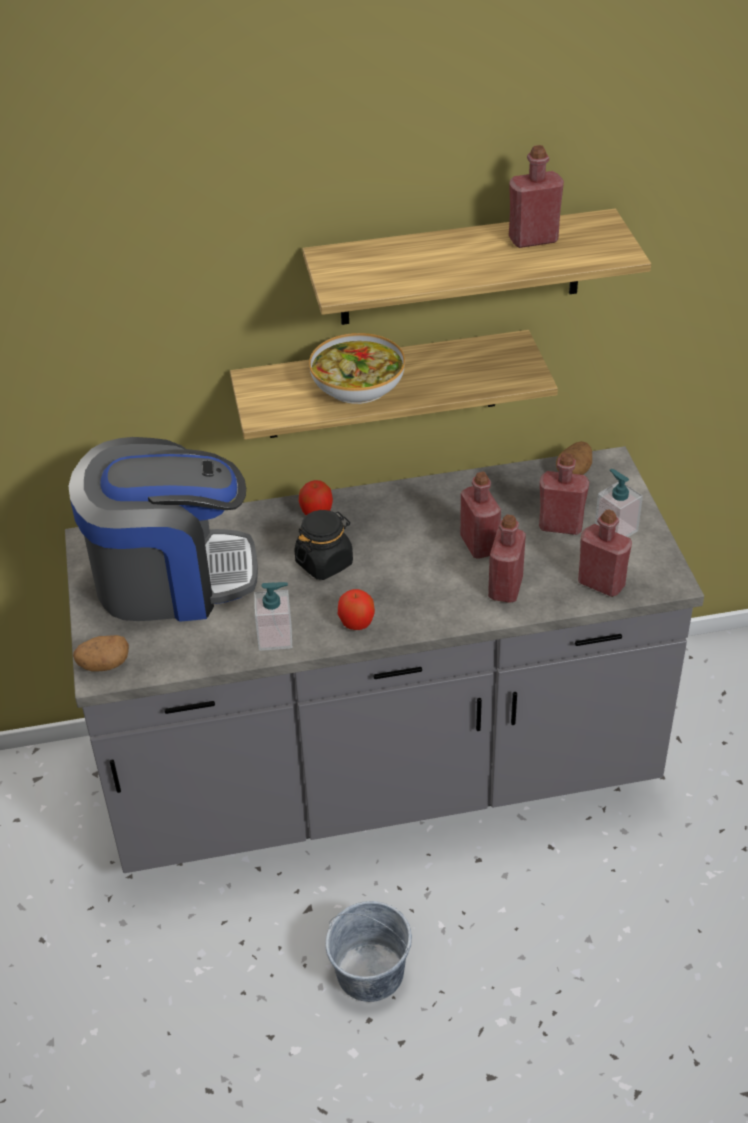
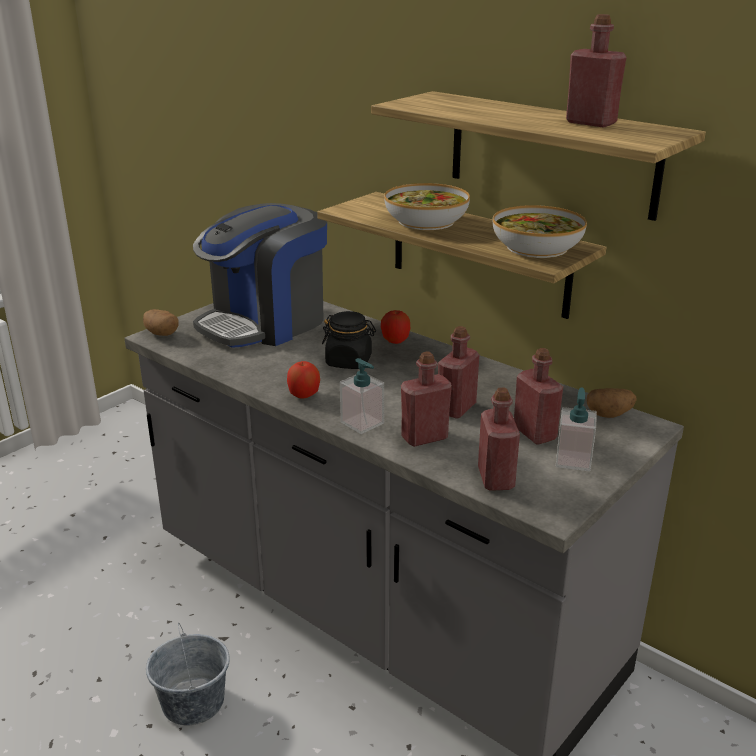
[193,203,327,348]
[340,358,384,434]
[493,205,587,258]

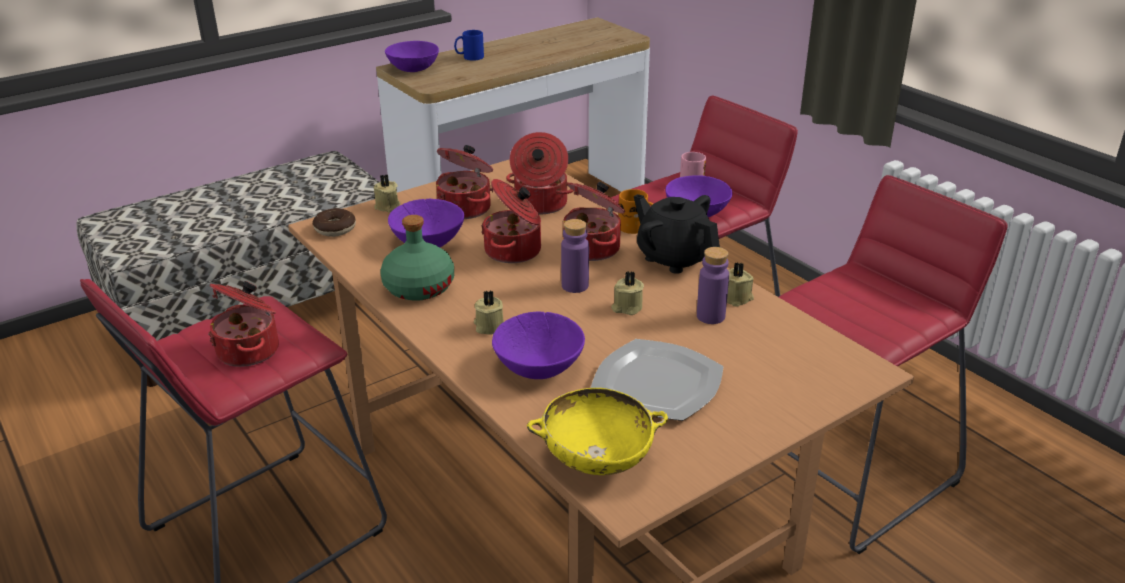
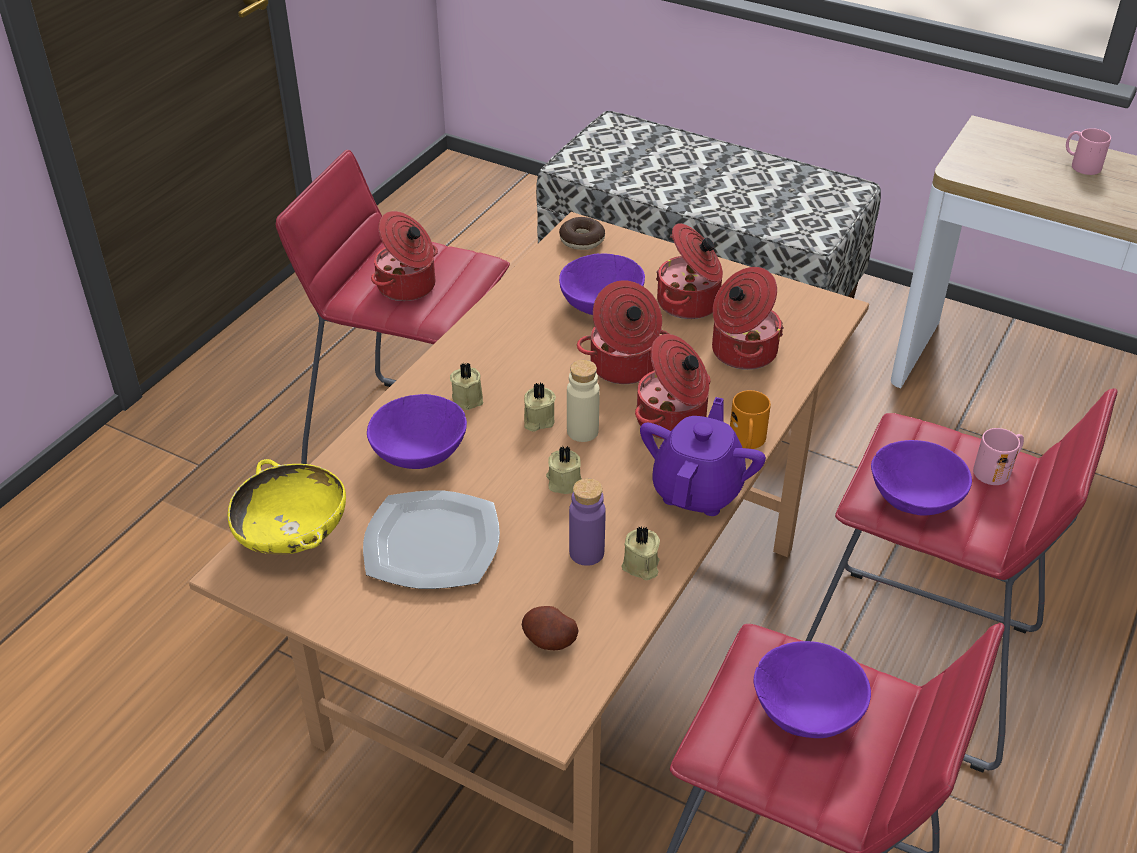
[524,383,556,432]
[380,215,454,301] (first image)
[753,641,871,738]
[1066,128,1111,175]
[567,360,600,442]
[640,397,766,516]
[522,606,579,650]

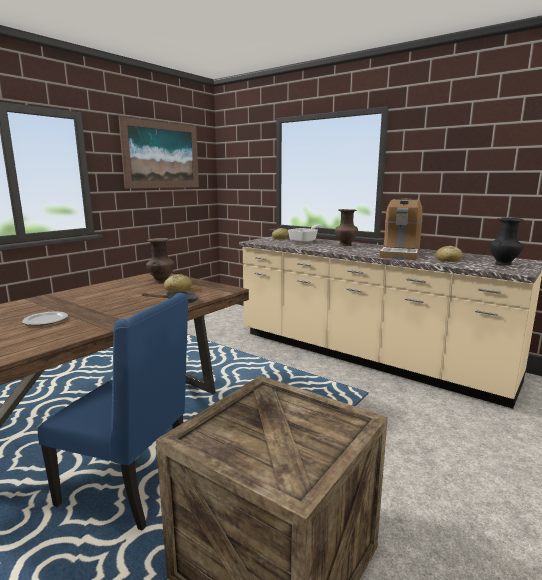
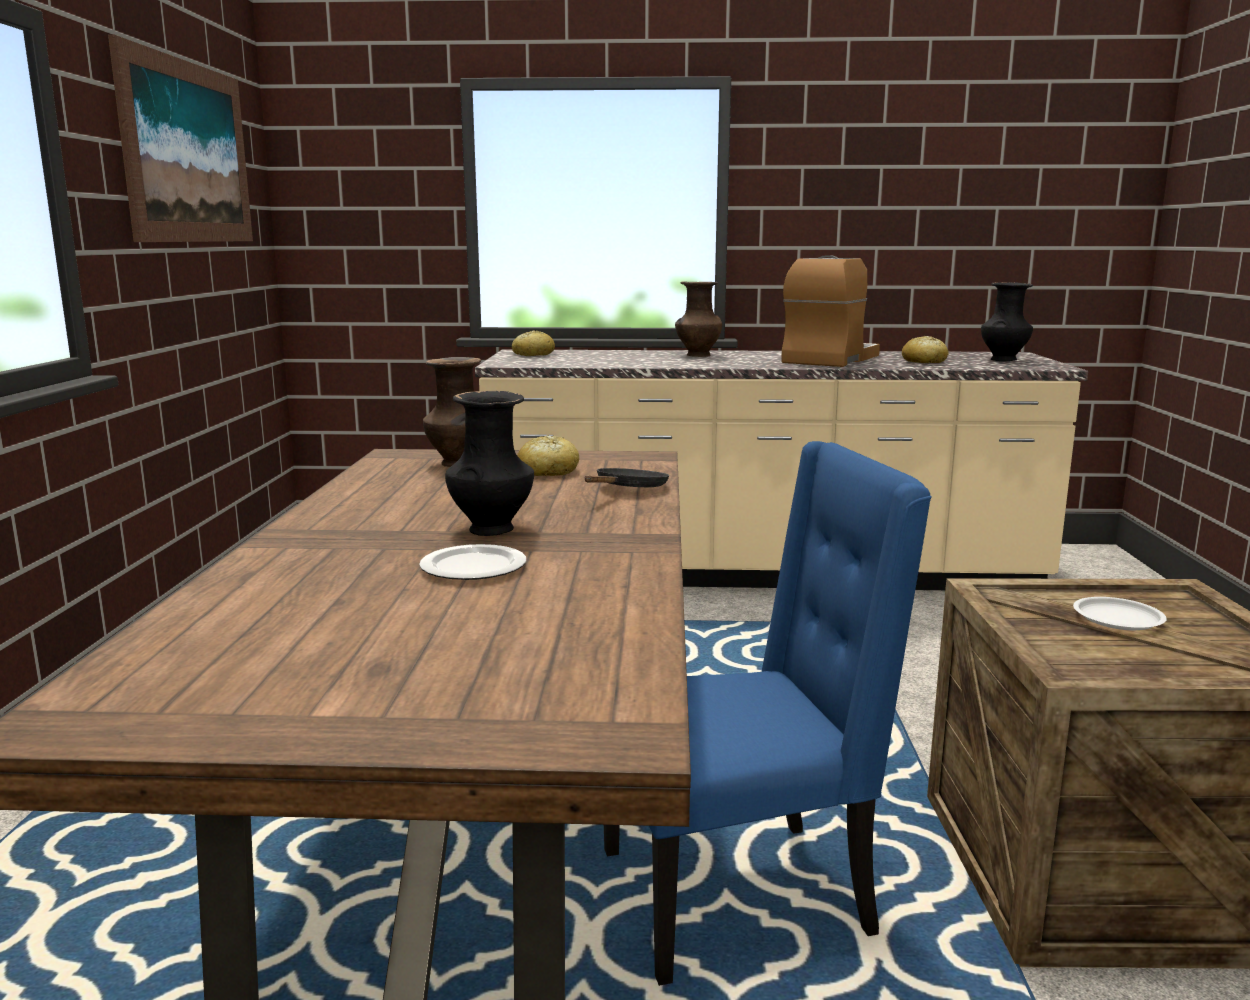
[288,225,323,243] (first image)
[781,255,880,367]
[445,391,534,536]
[1073,597,1167,630]

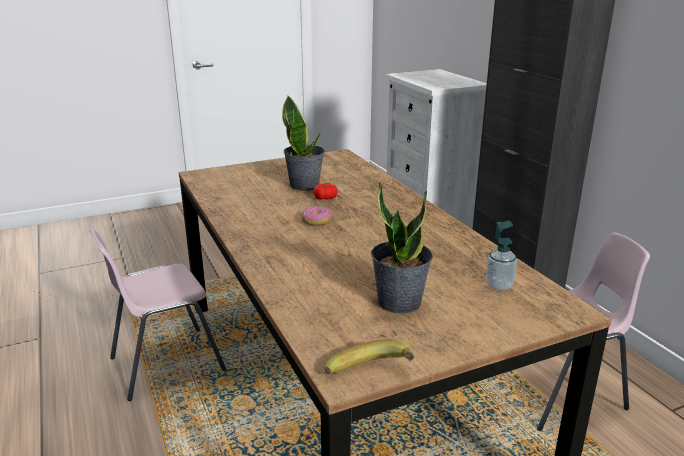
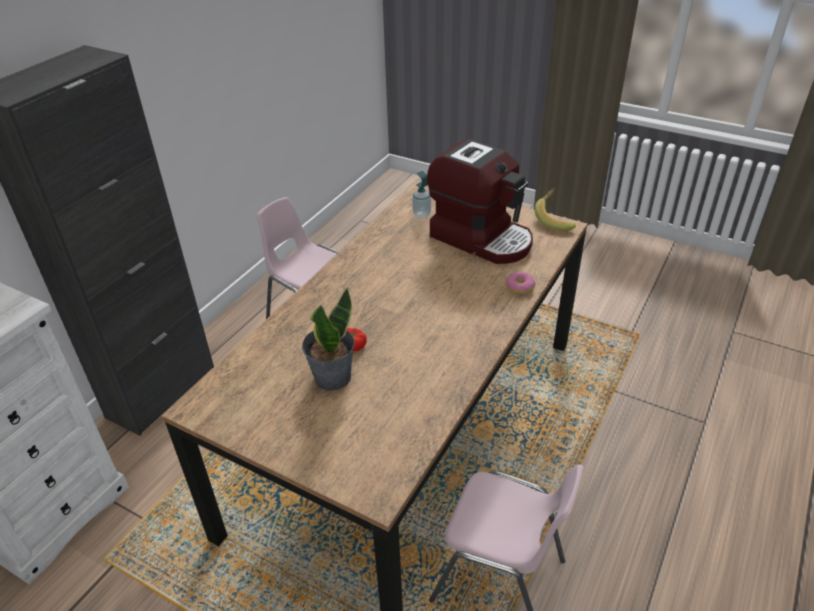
[506,272,536,295]
[427,139,533,264]

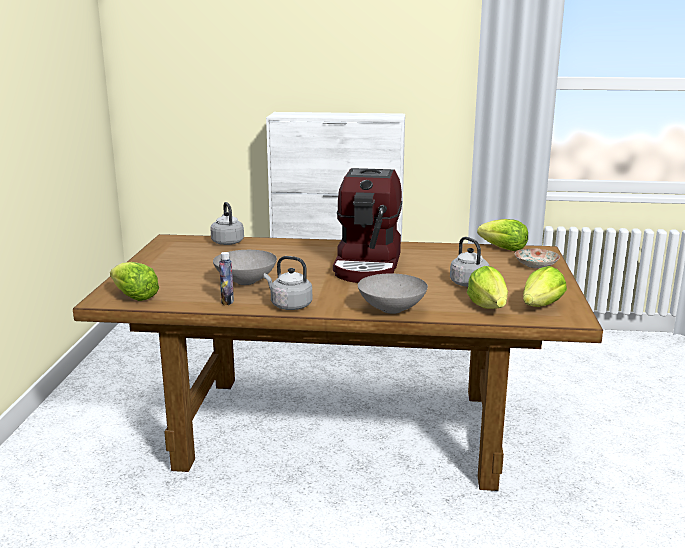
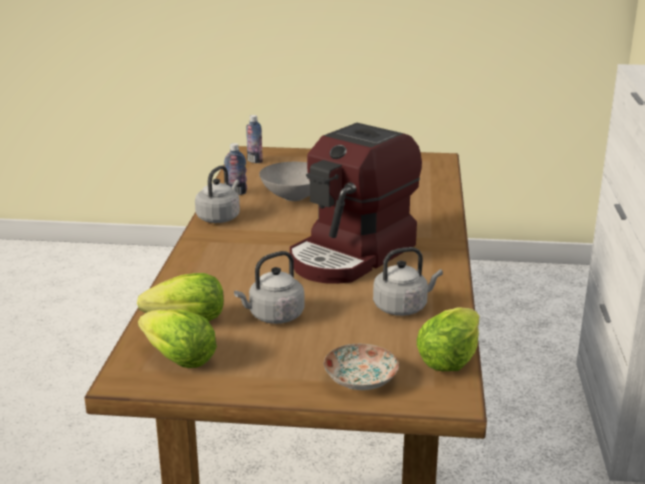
[246,115,263,163]
[373,247,443,316]
[290,123,422,284]
[358,273,428,314] (first image)

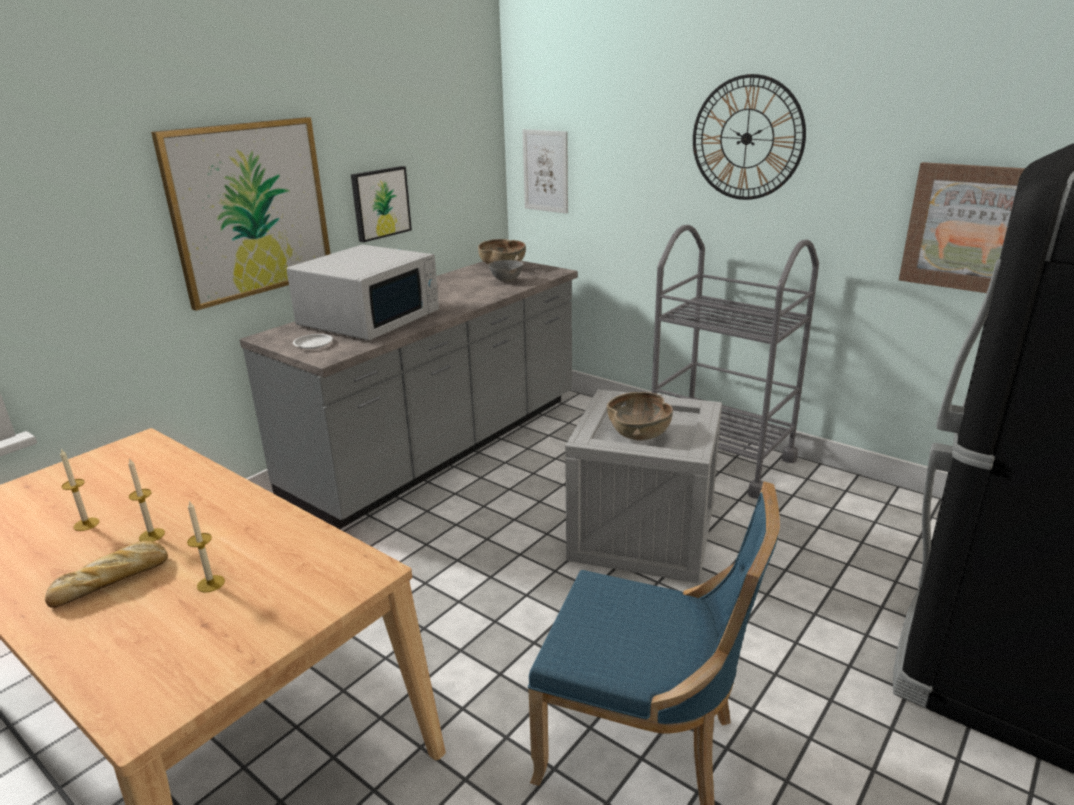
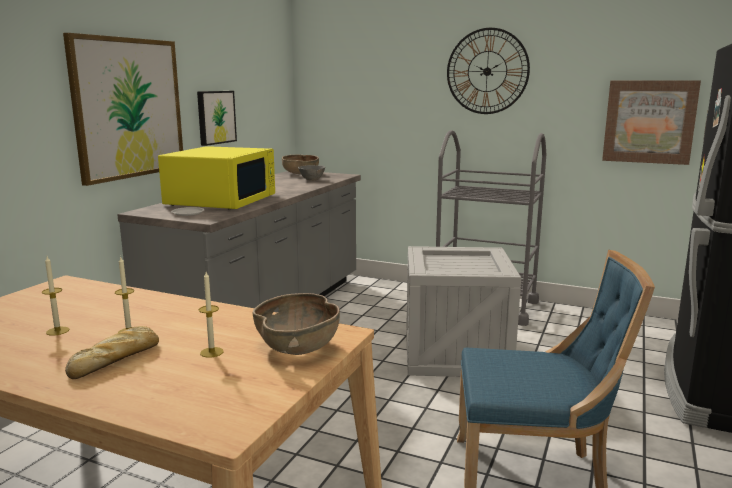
[158,146,275,210]
[523,129,568,214] (first image)
[253,293,340,355]

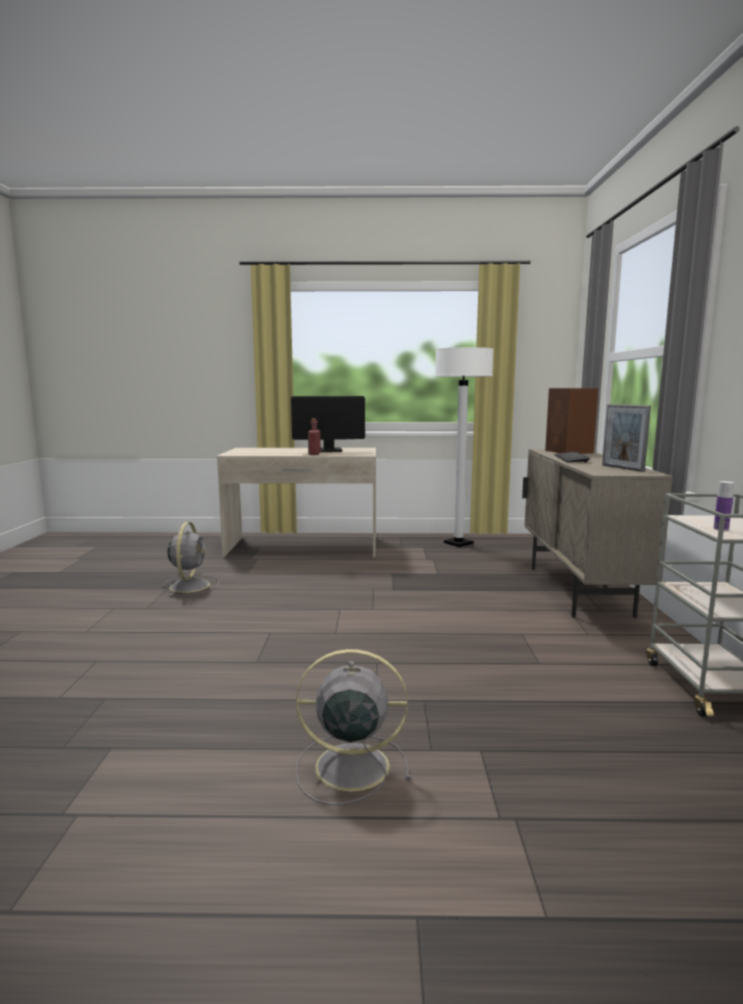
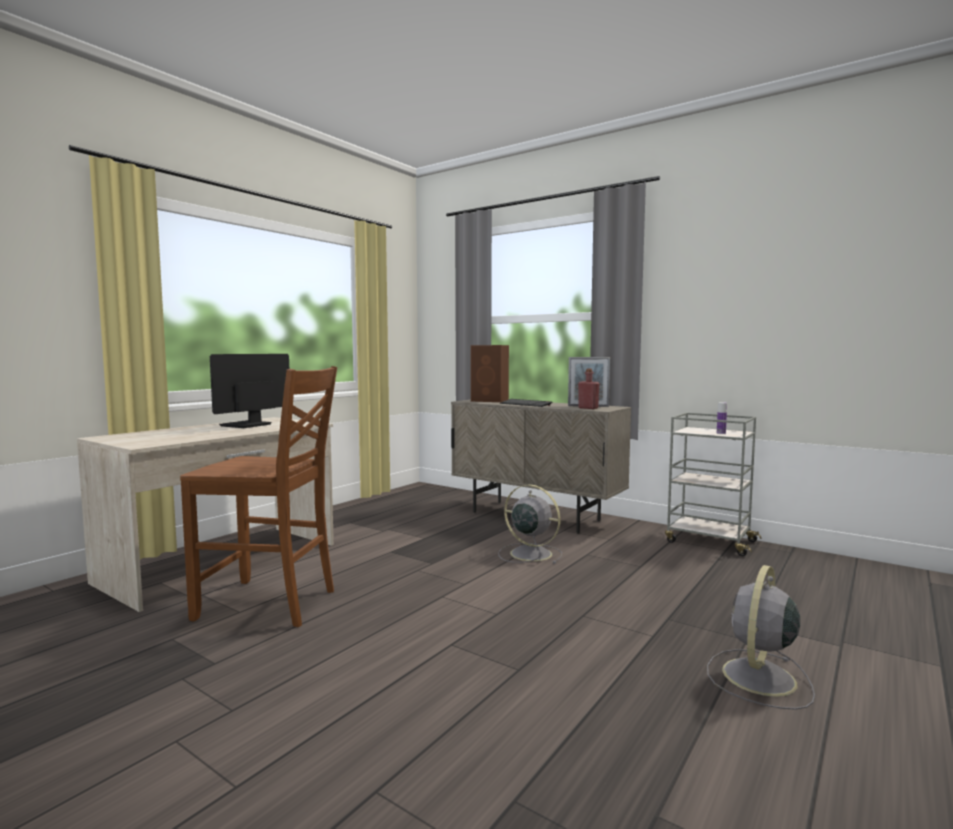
[498,484,562,564]
[578,369,600,409]
[435,347,494,547] (first image)
[180,366,337,627]

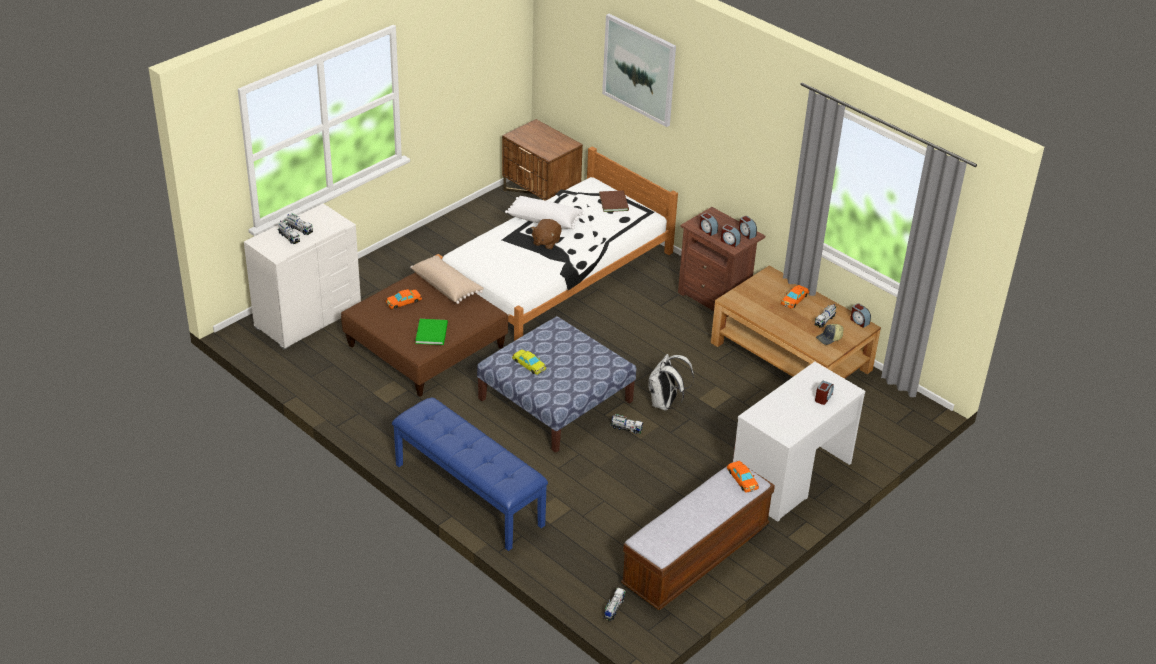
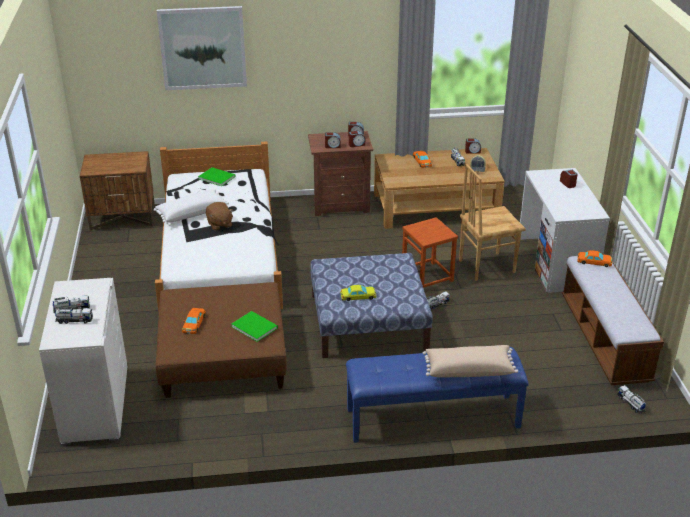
[423,345,518,377]
[198,167,236,186]
[402,217,458,288]
[459,164,526,281]

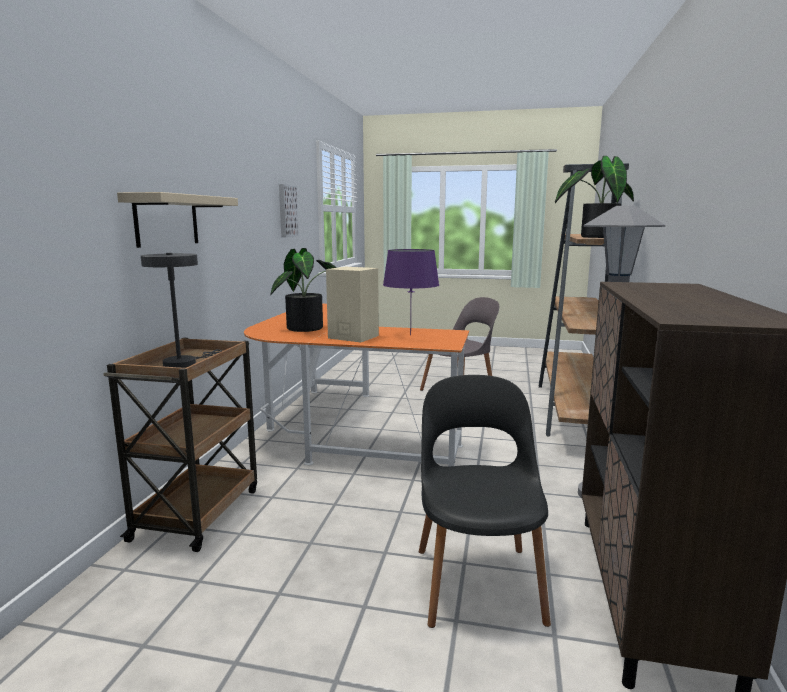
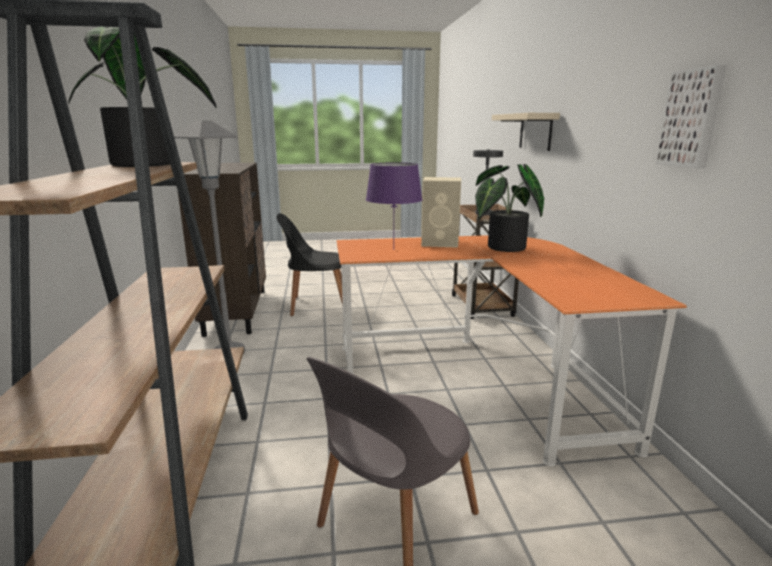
[277,213,343,316]

